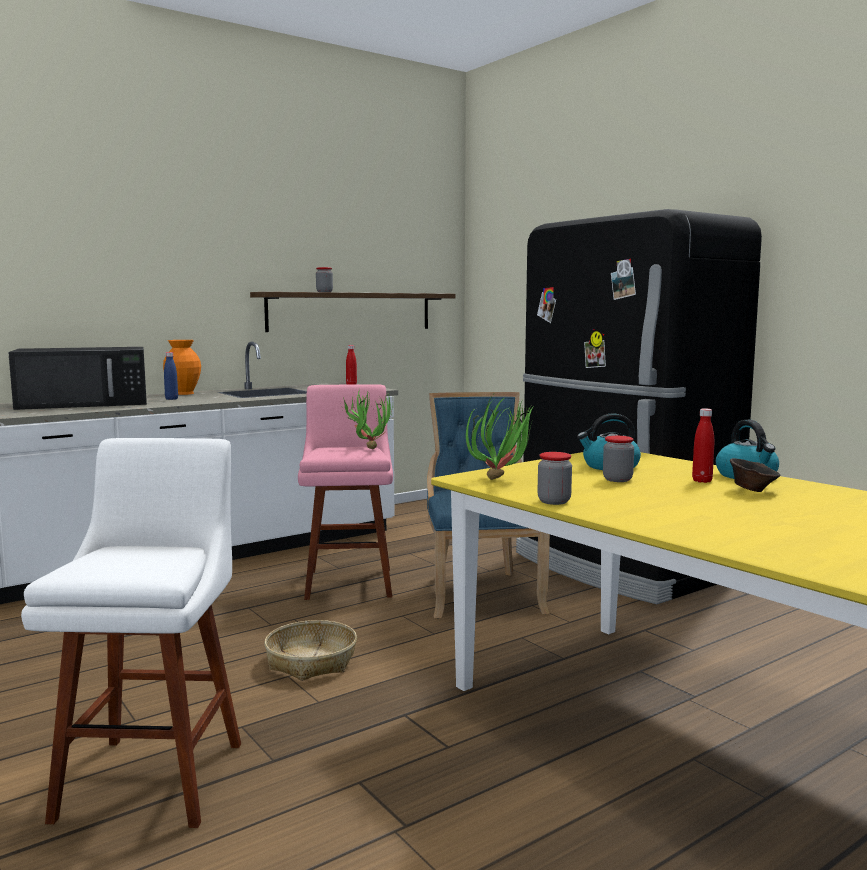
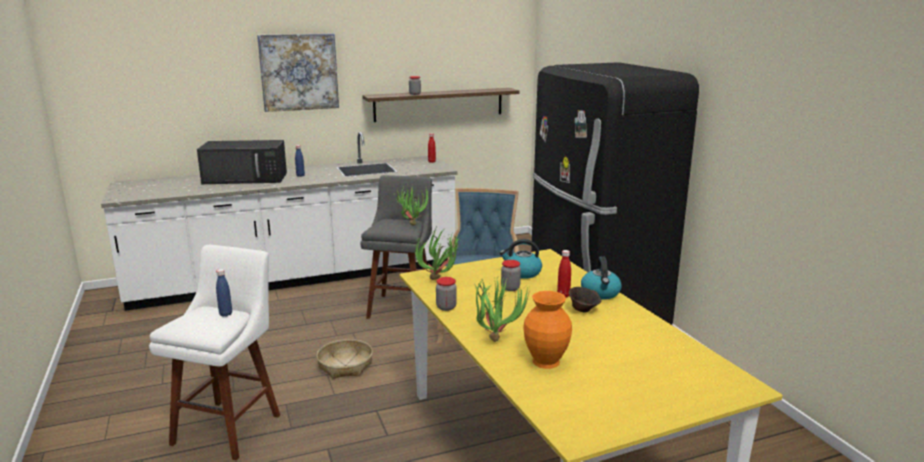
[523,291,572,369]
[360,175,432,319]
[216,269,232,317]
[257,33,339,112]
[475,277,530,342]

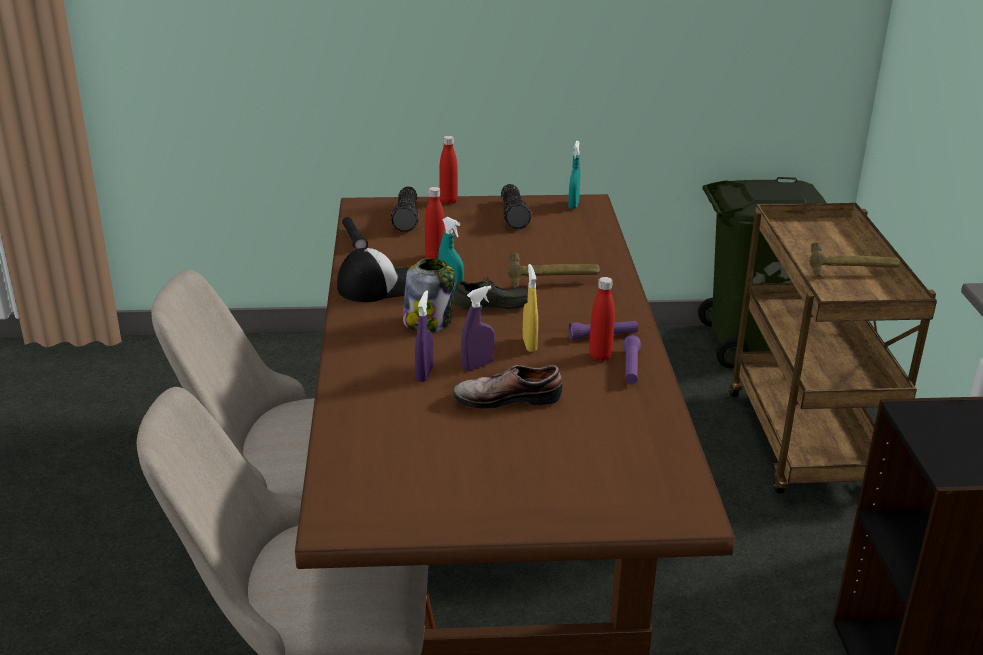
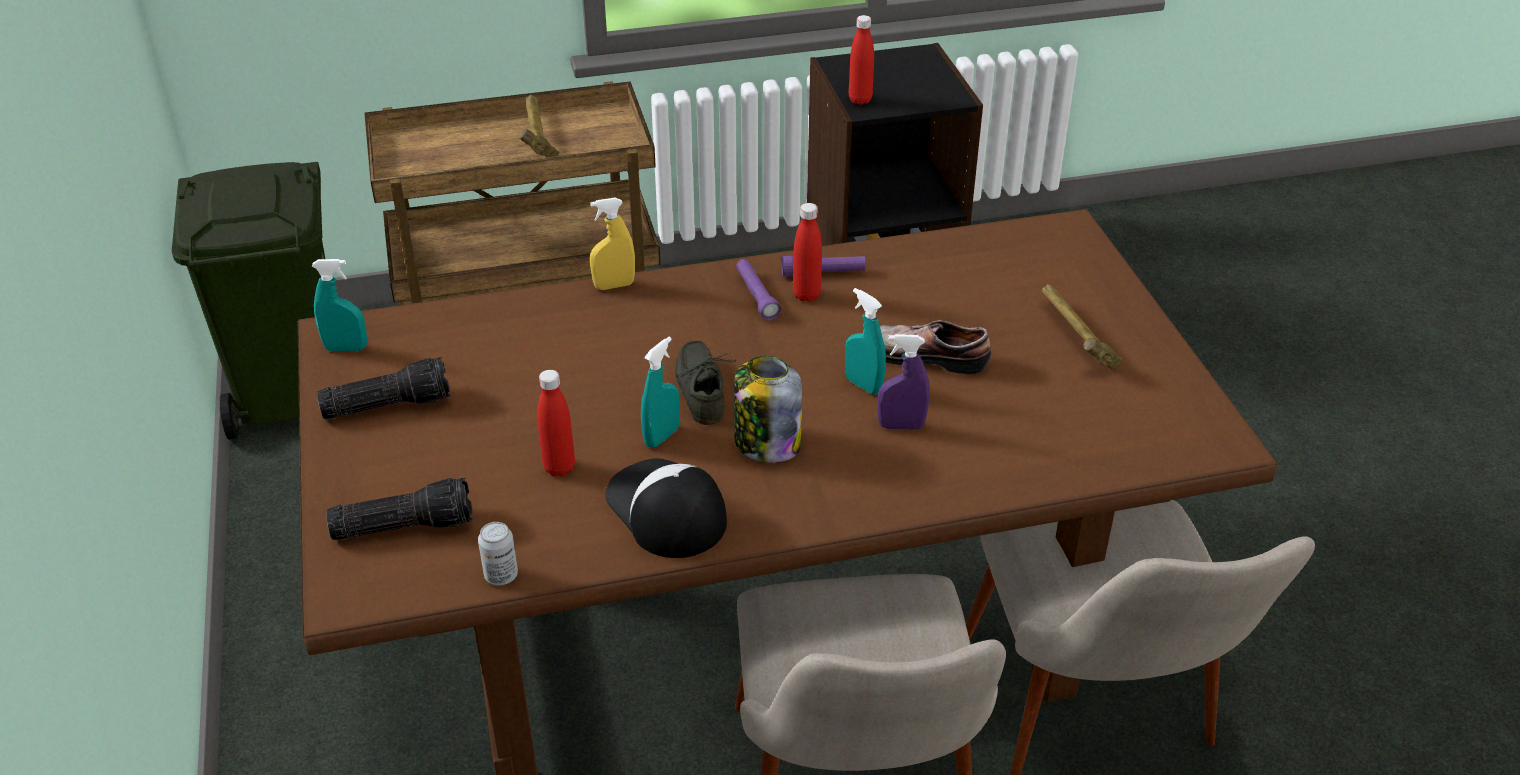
[478,522,518,585]
[849,15,874,105]
[880,320,991,374]
[845,288,886,395]
[1042,284,1123,370]
[590,198,635,290]

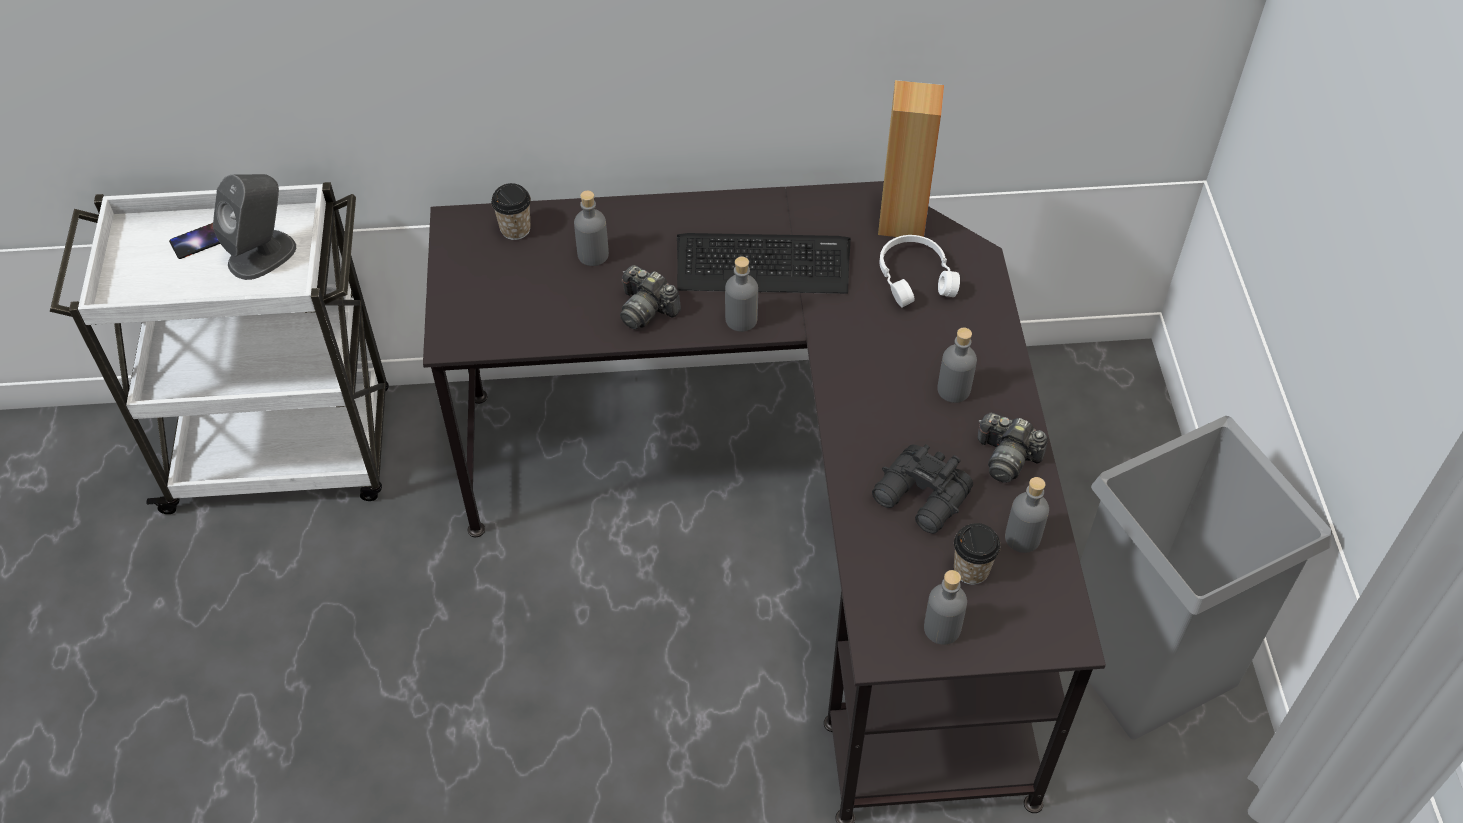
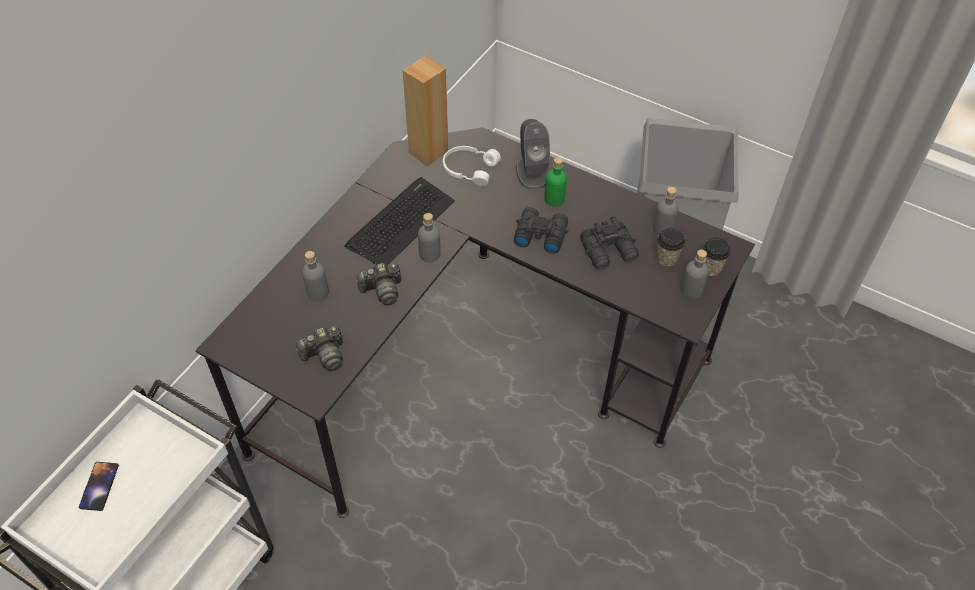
[516,119,550,190]
[703,238,731,276]
[544,157,567,206]
[296,326,343,371]
[514,207,568,254]

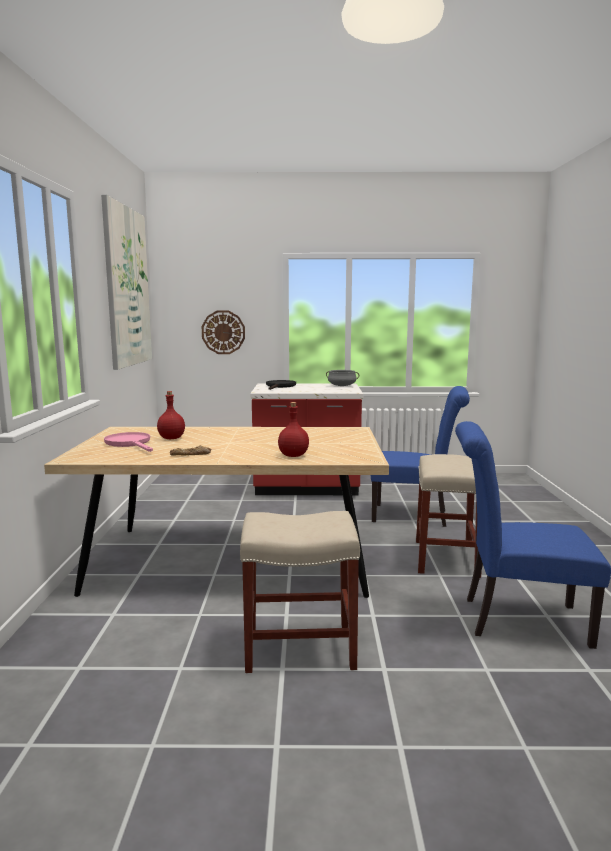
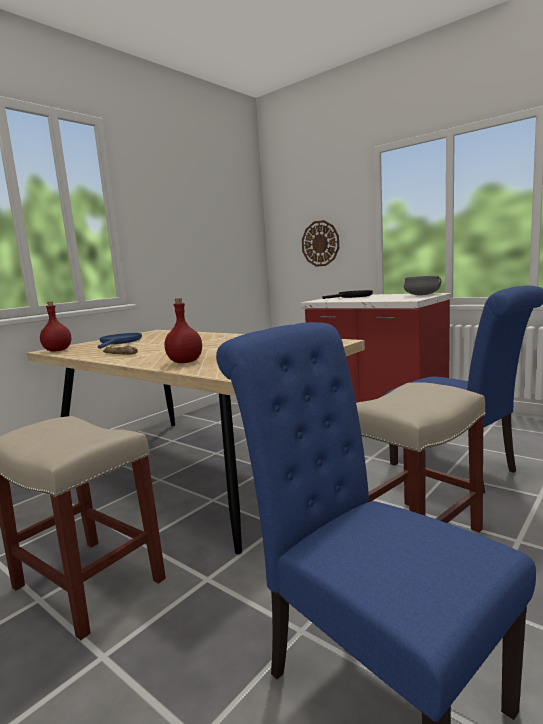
[101,194,152,370] (first image)
[98,333,142,349]
[40,302,71,351]

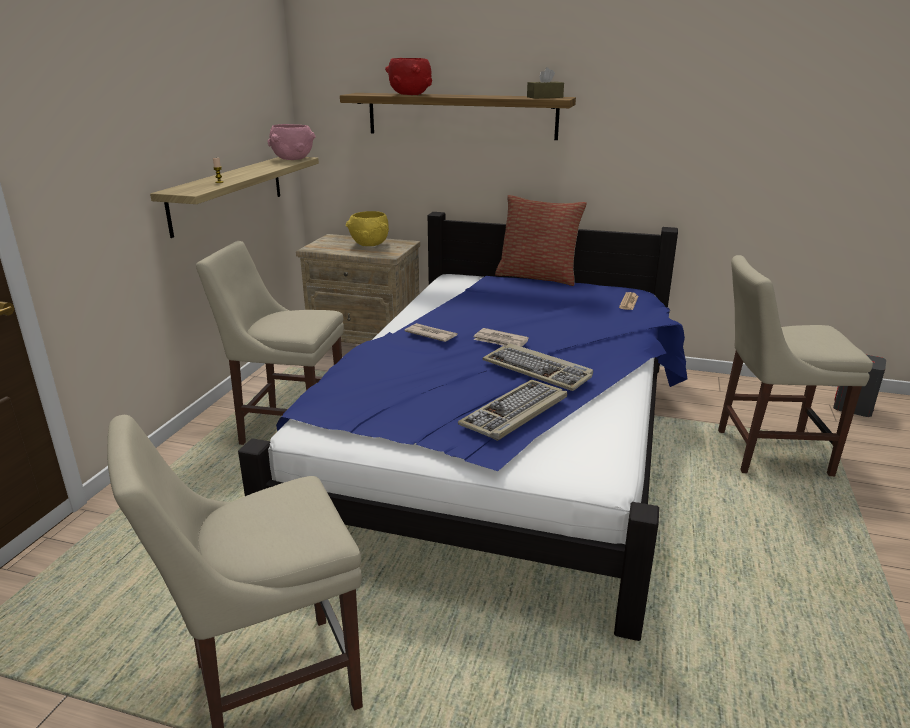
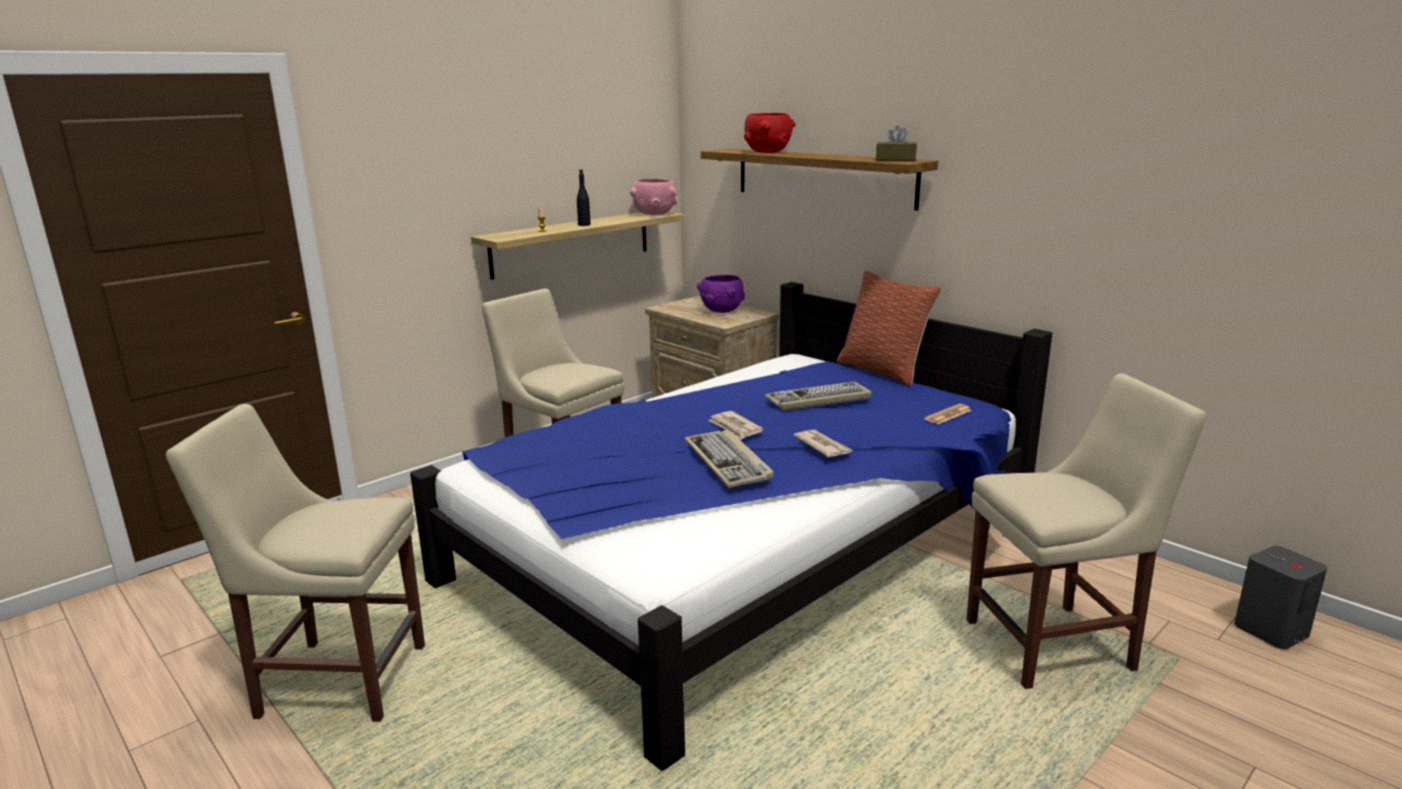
[697,275,746,313]
[793,430,853,457]
[764,382,872,411]
[966,374,1206,689]
[577,169,591,226]

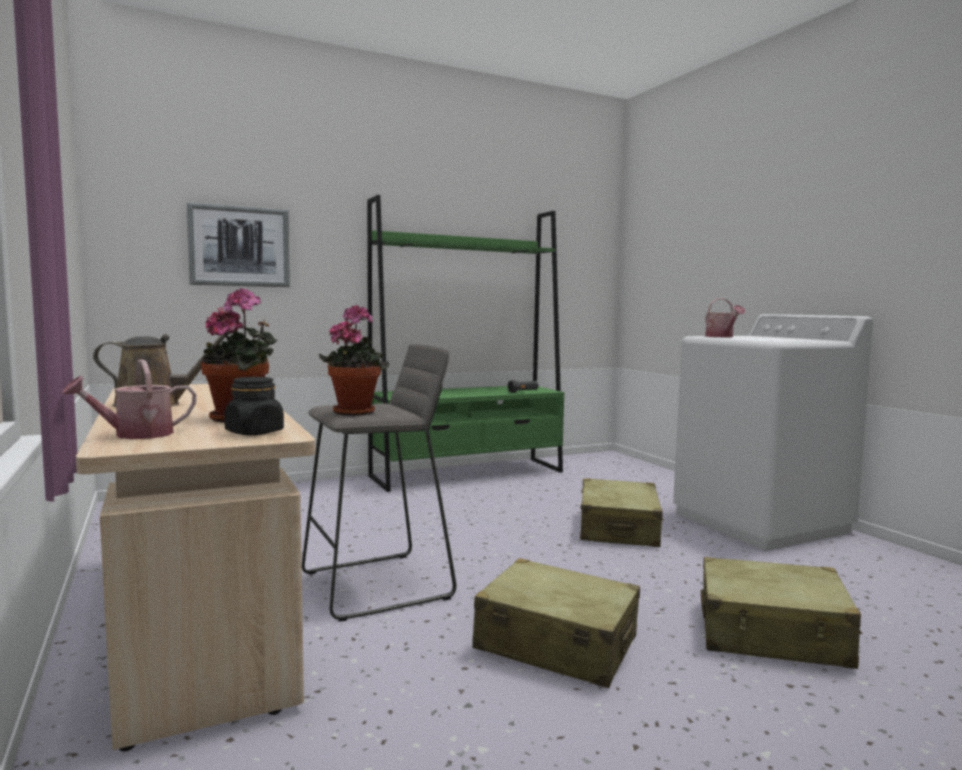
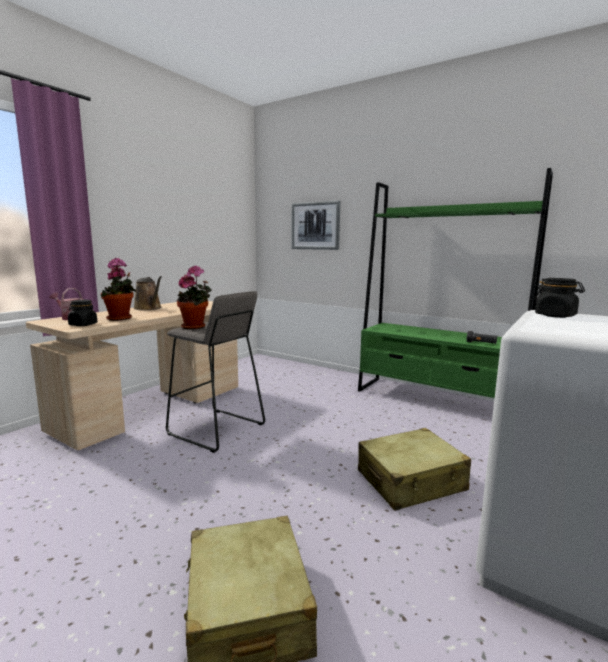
[472,558,640,688] (first image)
[534,278,585,318]

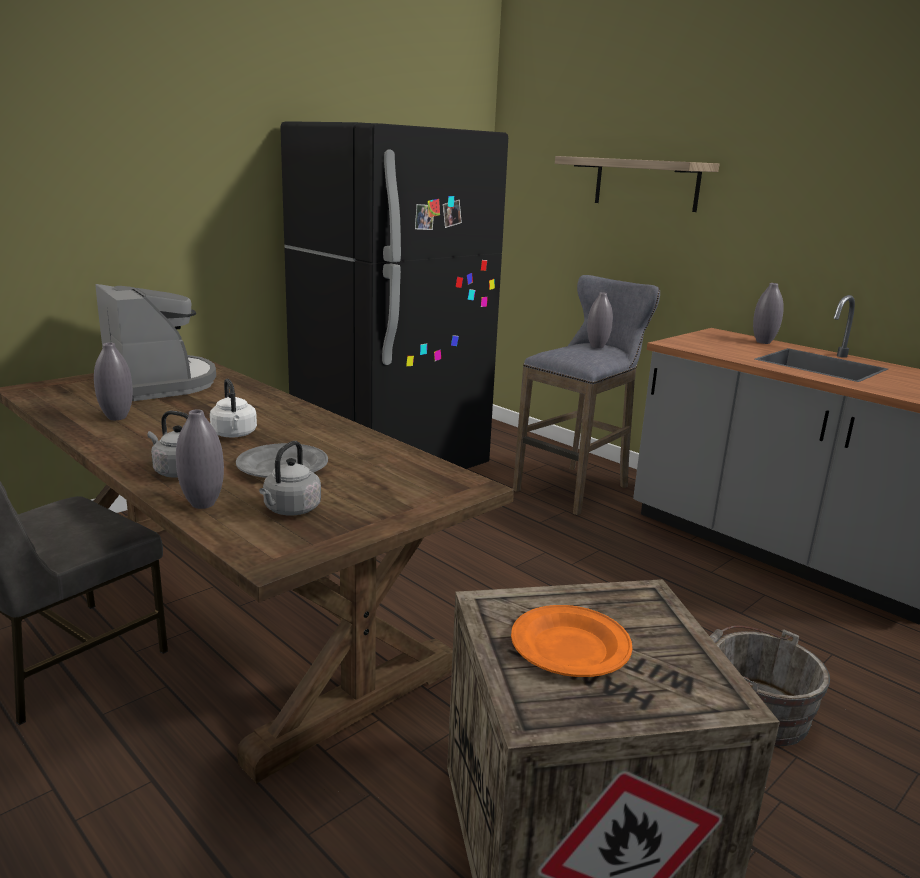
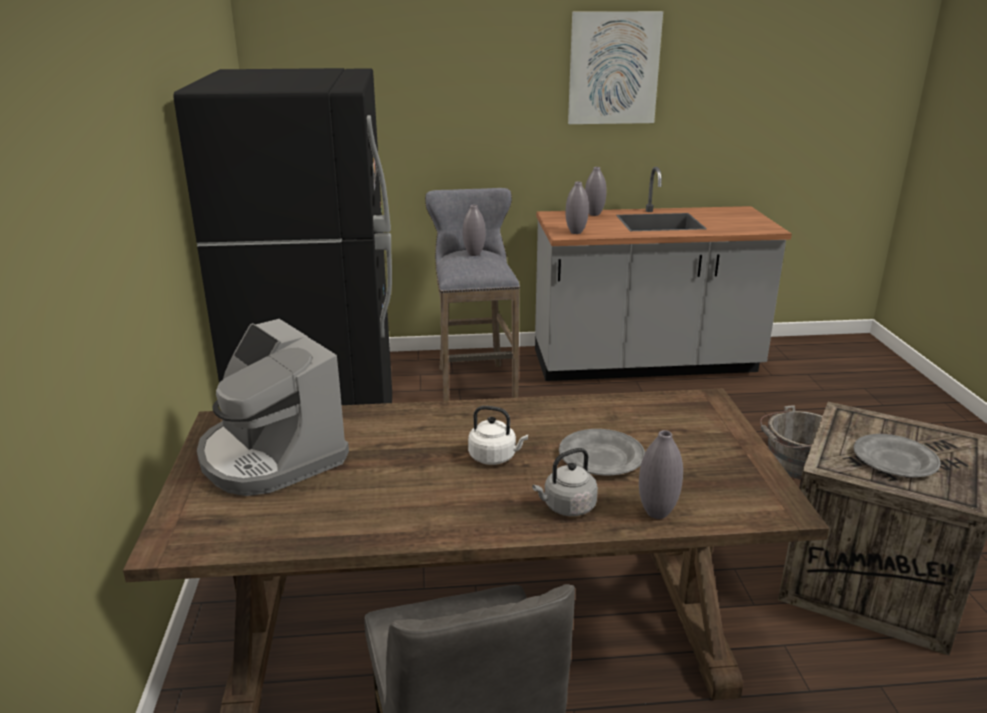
[566,182,589,234]
[197,319,349,496]
[259,441,321,515] (first image)
[854,434,940,477]
[555,156,720,212] (first image)
[568,11,663,124]

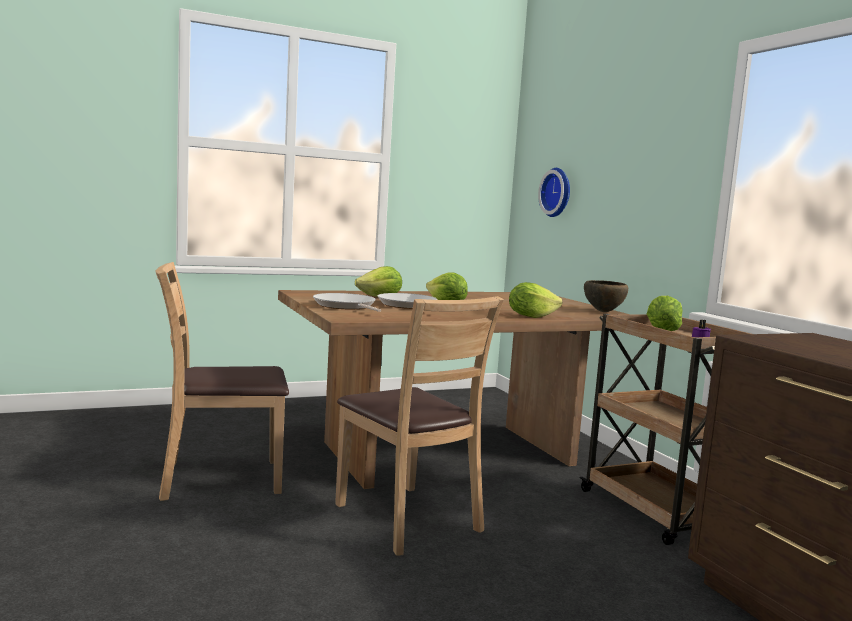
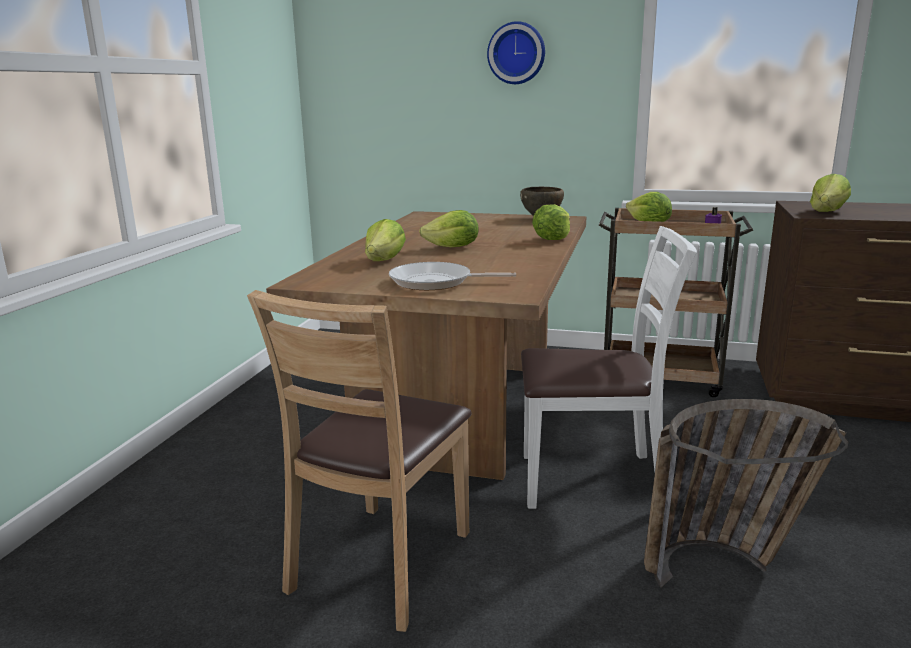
[521,226,697,509]
[378,293,437,309] (first image)
[487,21,545,84]
[644,399,848,587]
[810,174,851,212]

